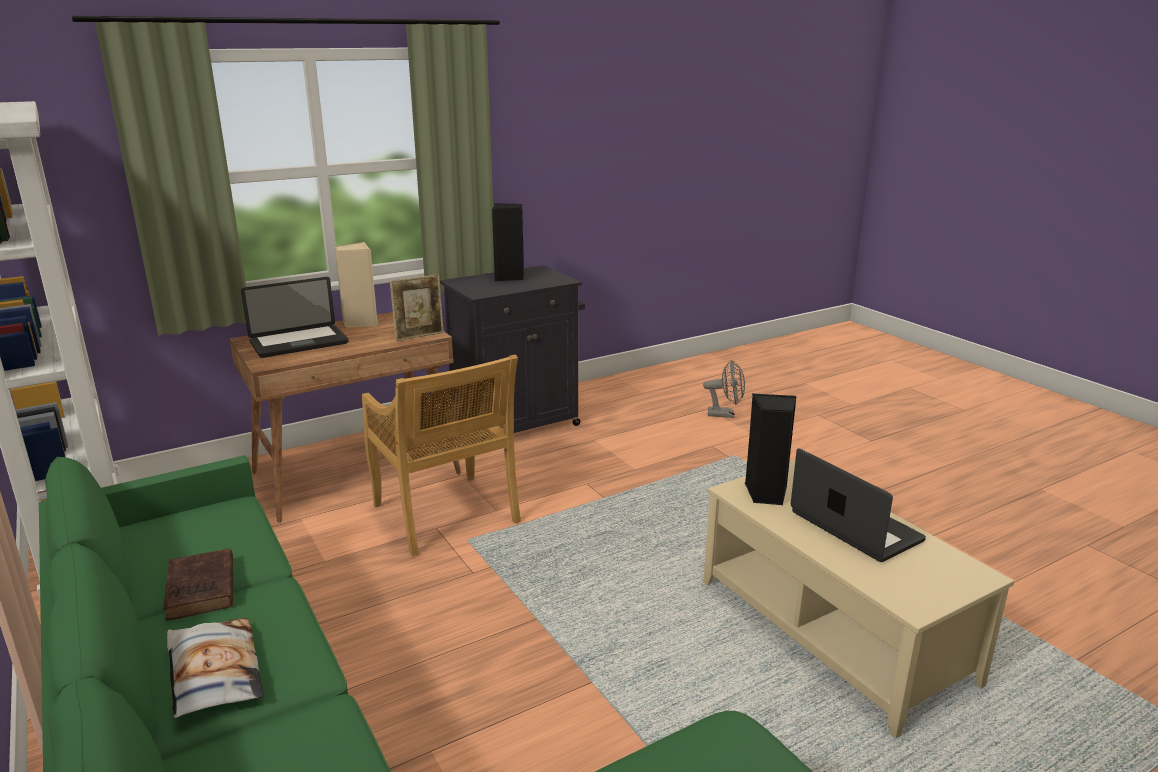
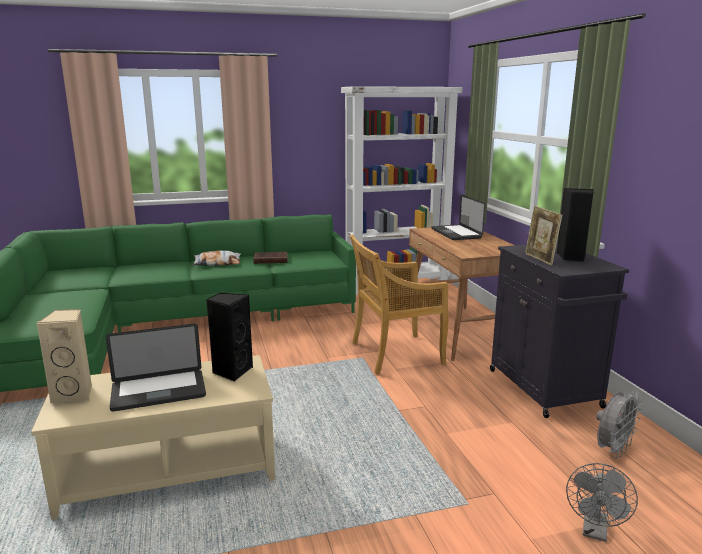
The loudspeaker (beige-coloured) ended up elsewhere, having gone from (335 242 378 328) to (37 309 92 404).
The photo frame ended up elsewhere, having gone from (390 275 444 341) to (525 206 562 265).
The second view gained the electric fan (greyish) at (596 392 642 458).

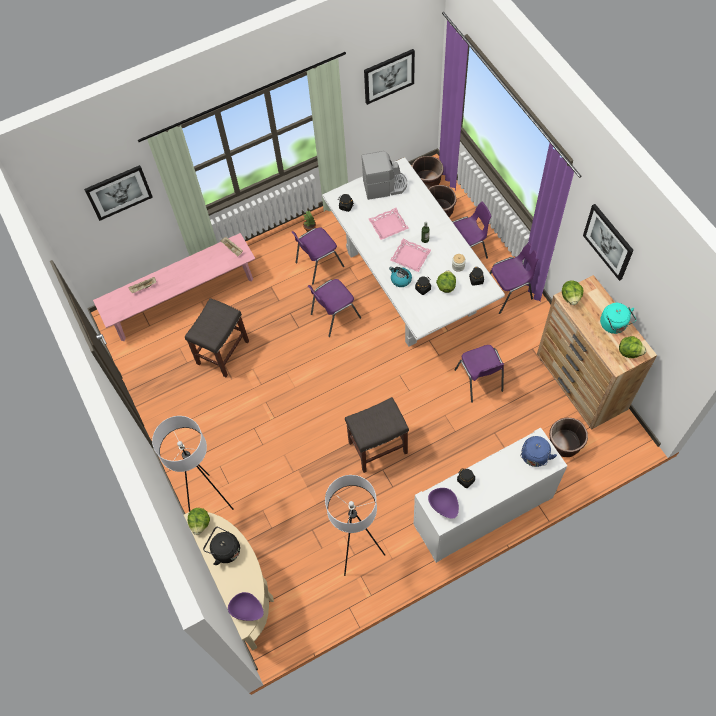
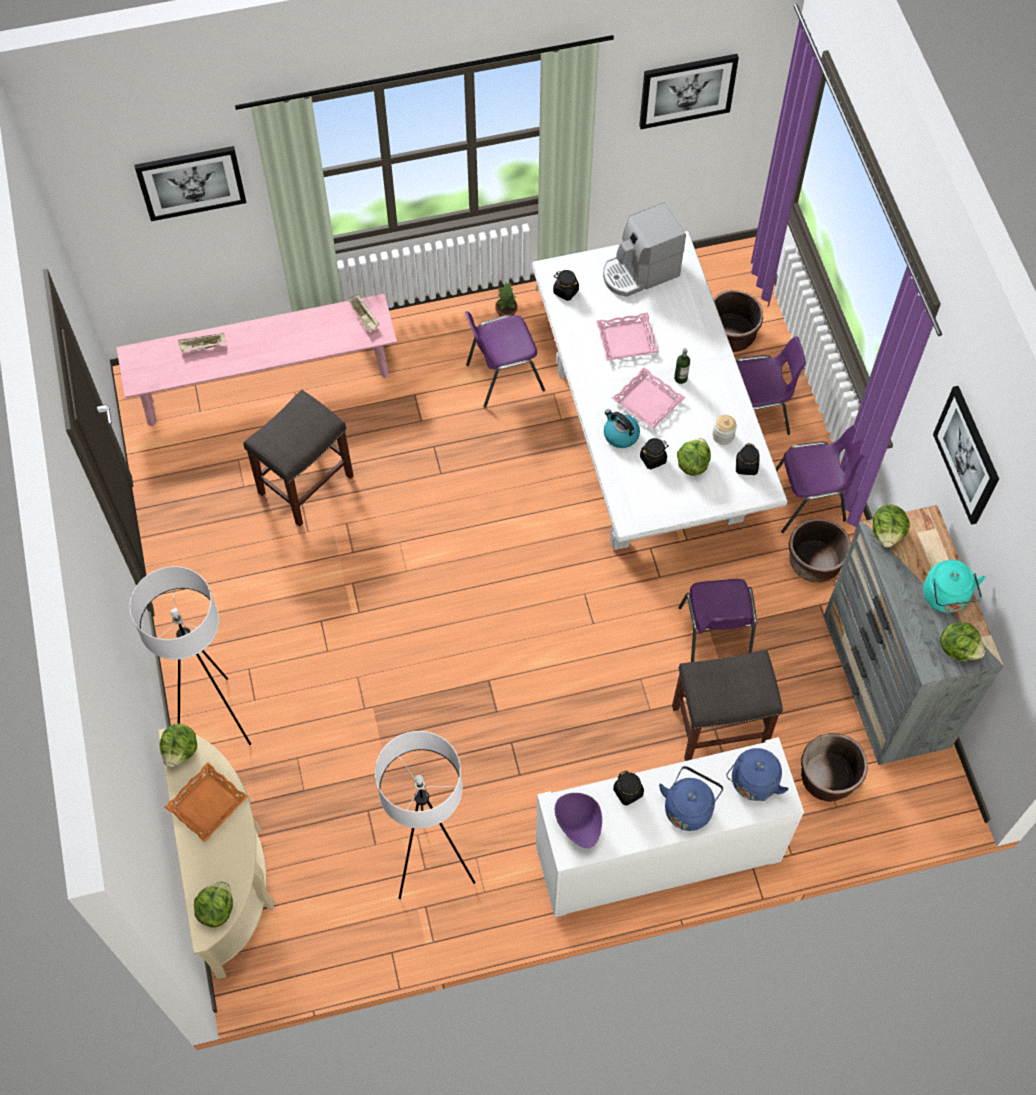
Where the kettle (black-coloured) stood at (203 526 240 565), the tray (orange) came to stand at (164 762 248 842).
Where the serving bowl (purple) stood at (228 592 264 621), the head of lettuce came to stand at (194 881 233 927).
The coffee machine at (362 151 407 200) ended up facing another way, 150 degrees clockwise from before.
The second view gained the kettle (blue-coloured) at (659 766 723 831).
The stool seat (greyish) ended up elsewhere, having gone from (345 397 409 473) to (672 650 783 761).
The flower pot (brownish) ended up elsewhere, having gone from (412 156 444 189) to (789 519 851 583).
What was the dresser (brownish) at (537 275 657 430) turned into the dresser (greyish) at (824 505 1004 765).
The second view lost the chair (purple) at (308 279 361 337).

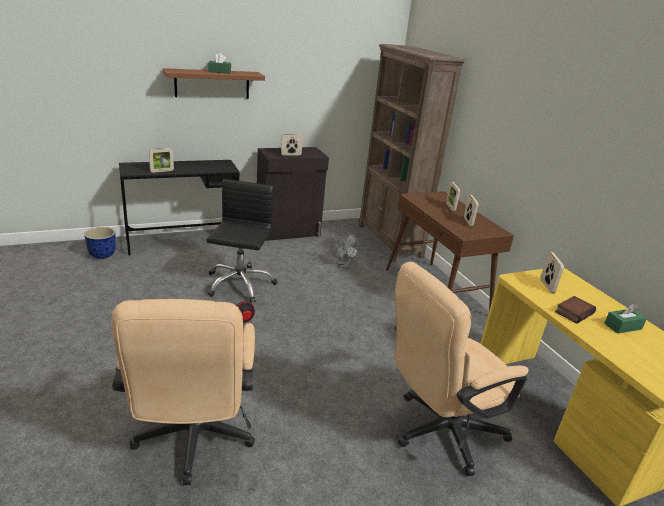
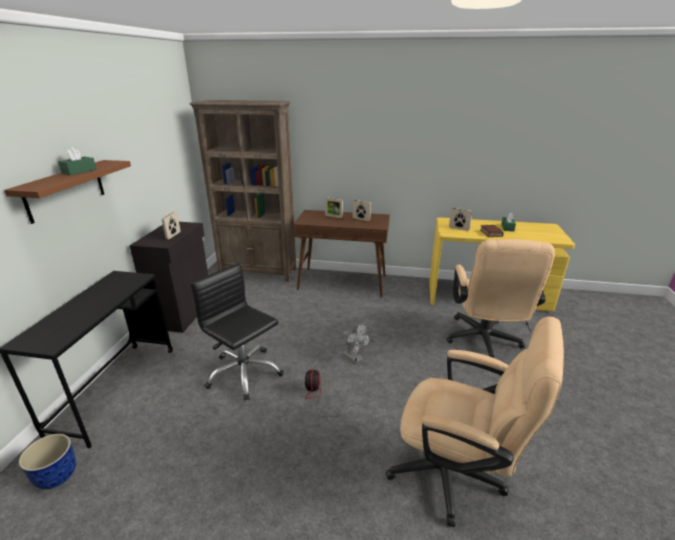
The electric fan (greyish) ended up elsewhere, having gone from (331 232 360 269) to (342 323 370 363).
The second view lost the photo frame at (149 148 174 173).

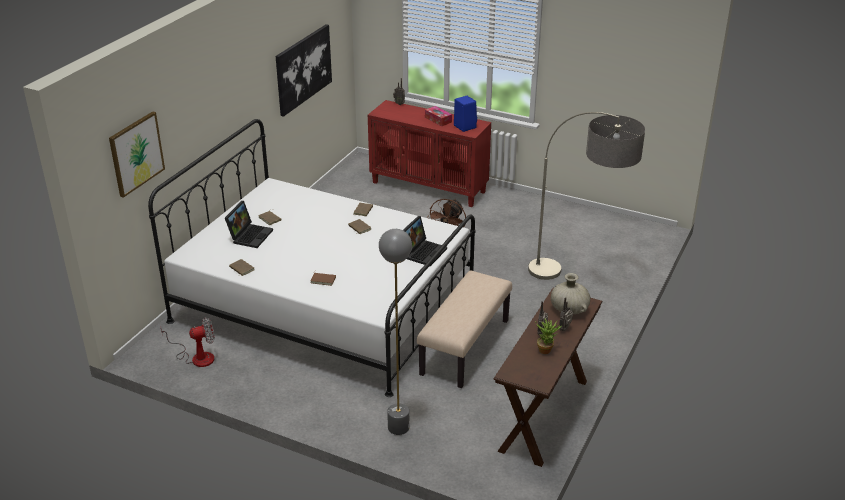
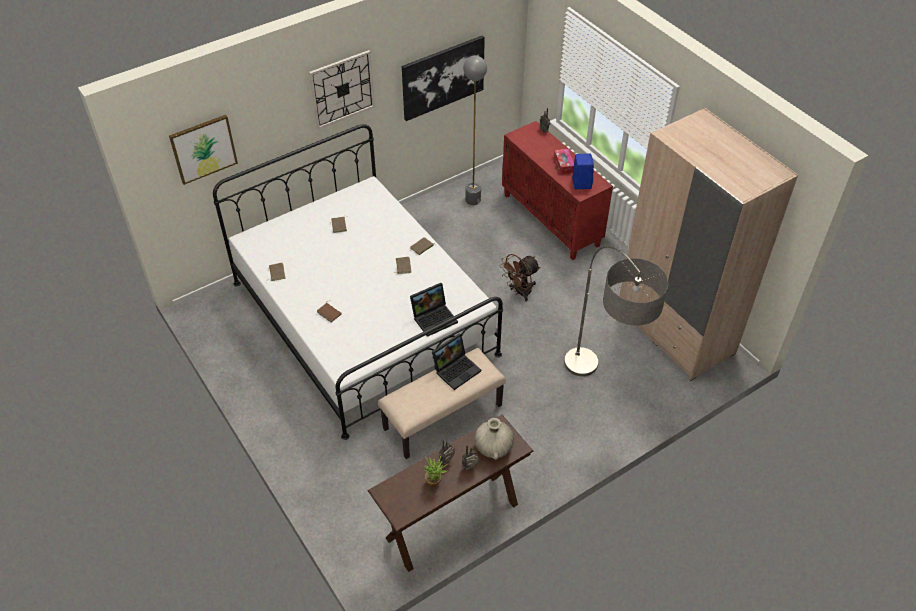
The second view gained the clock on the wall at (309 50 375 129).
The notebook computer ended up elsewhere, having gone from (225 201 273 248) to (432 333 481 390).
The standard lamp (greyish) ended up elsewhere, having gone from (379 229 412 435) to (463 56 487 205).
The second view gained the clothes cupboard (beige-coloured) at (620 107 798 381).
The second view lost the electric fan at (160 317 215 367).

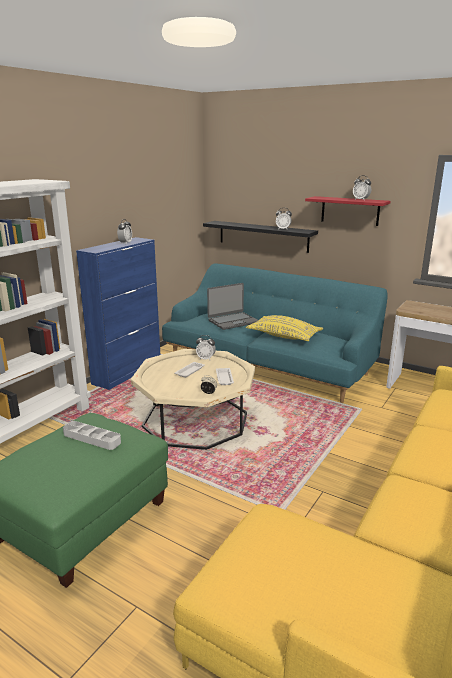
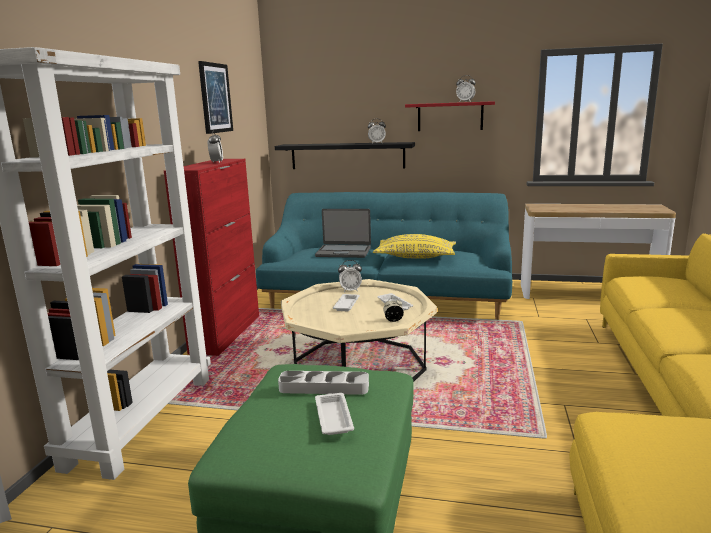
What was the storage cabinet (blue-coloured) at (76 237 160 390) turned into the storage cabinet (red) at (164 159 259 356).
The second view gained the wall art at (198 61 233 134).
The notebook computer at (207 283 258 330) ended up facing another way, 60 degrees clockwise from before.
The second view gained the tray (white) at (315 393 354 435).

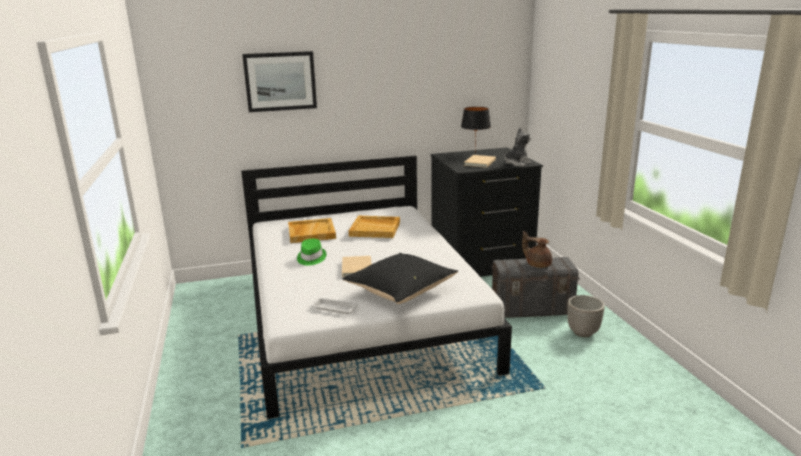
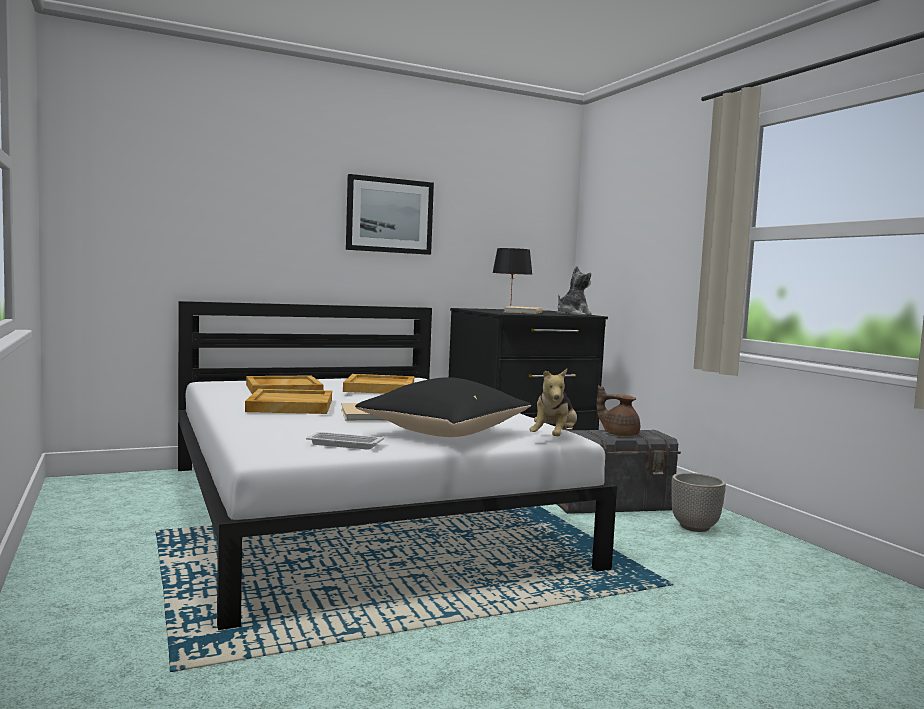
Where the clothing hat (green) stood at (297 239 326 266), the tray (beige-coloured) came to stand at (245 389 332 414).
The wall art ended up elsewhere, having gone from (242 51 317 112) to (346 174 434 255).
The second view gained the soft toy at (529 369 577 436).

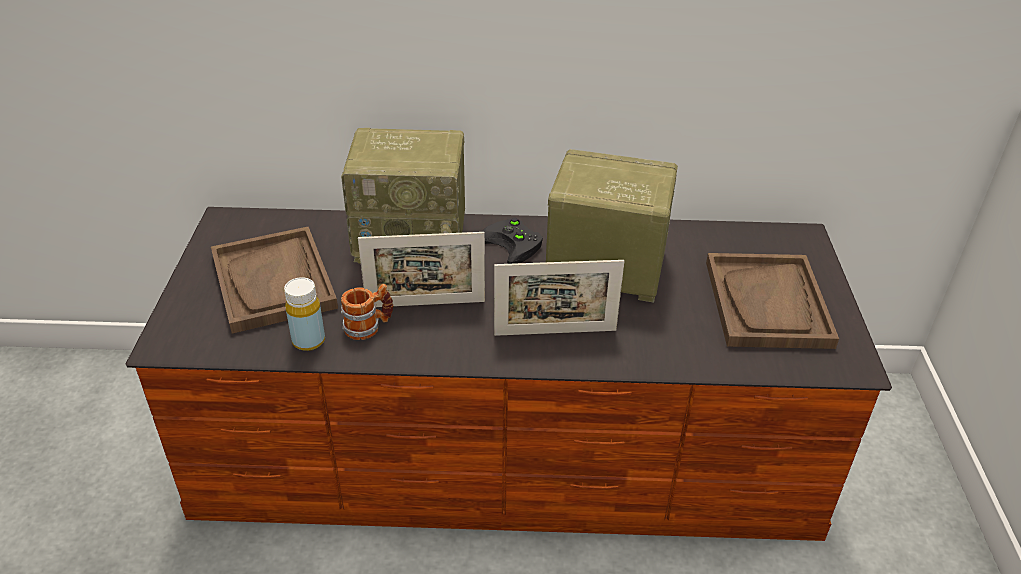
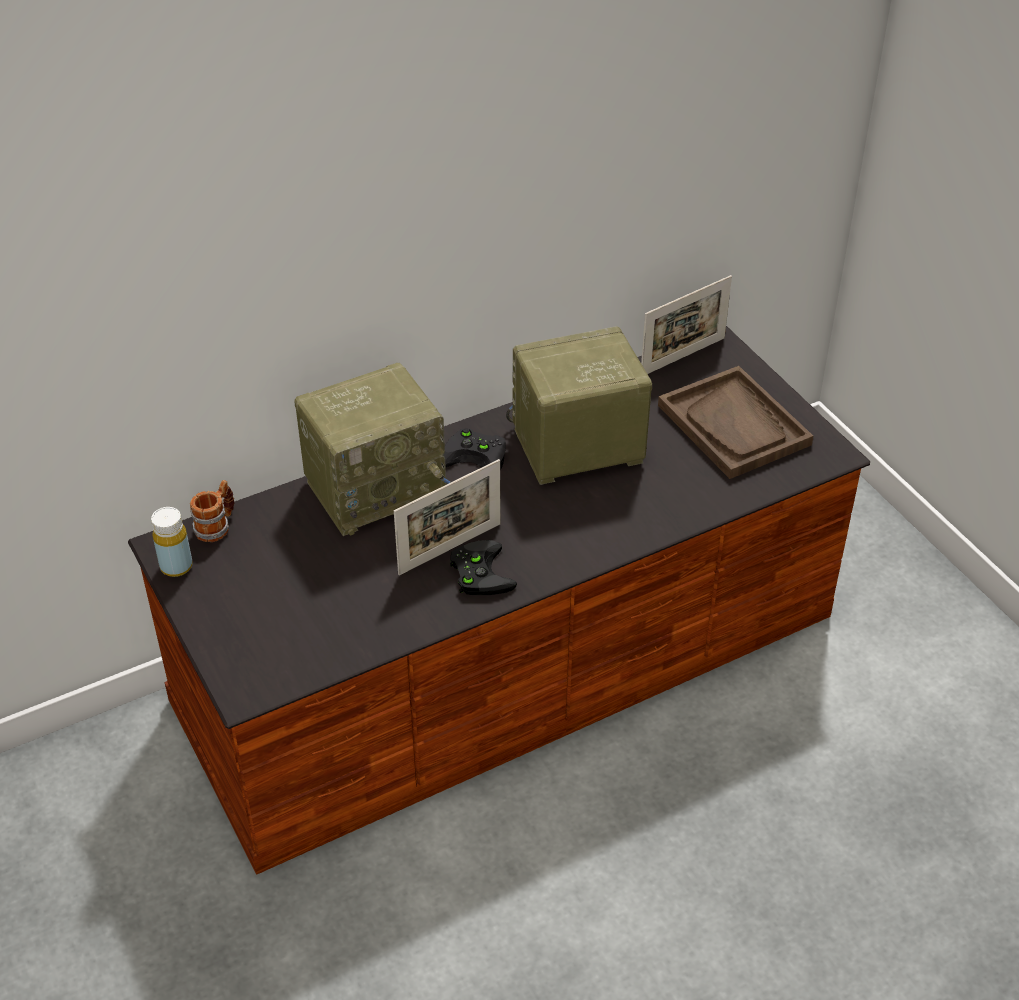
The bottle (yellowish) ended up elsewhere, having gone from (284 277 325 351) to (151 507 193 577).
The mug ended up elsewhere, having gone from (341 284 393 340) to (190 480 234 542).
The second view gained the game controller (black-coloured) at (450 540 517 595).
The photo frame ended up elsewhere, having gone from (494 260 624 336) to (641 275 732 374).
The second view lost the tray (brownish) at (211 227 338 334).

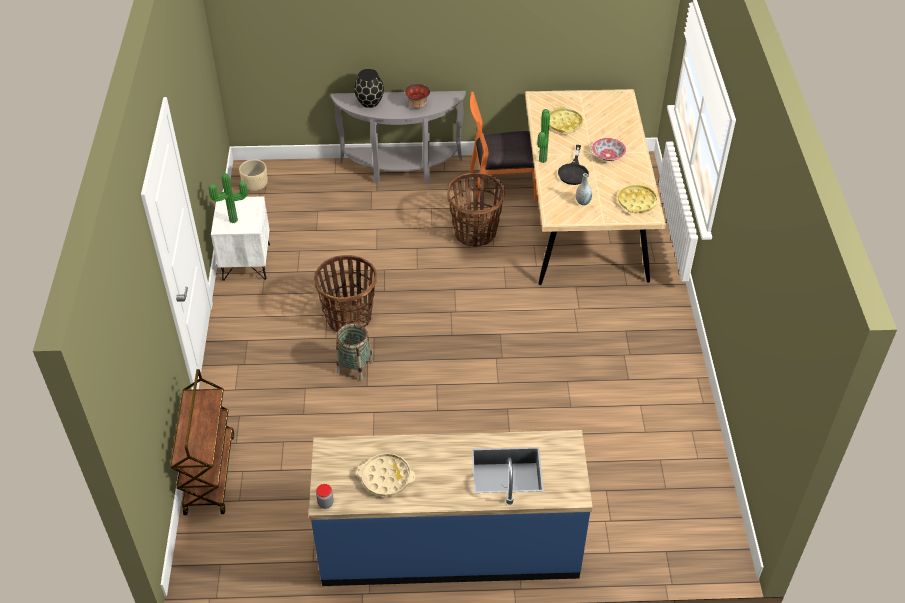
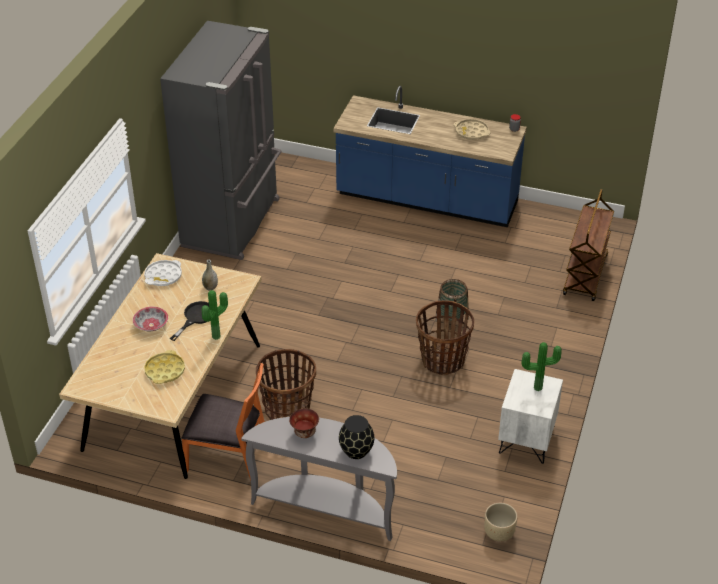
What was the tray (yellowish) at (618 183 658 213) turned into the tray (white) at (144 260 182 286).
The second view gained the fridge (greyish) at (160 21 282 260).

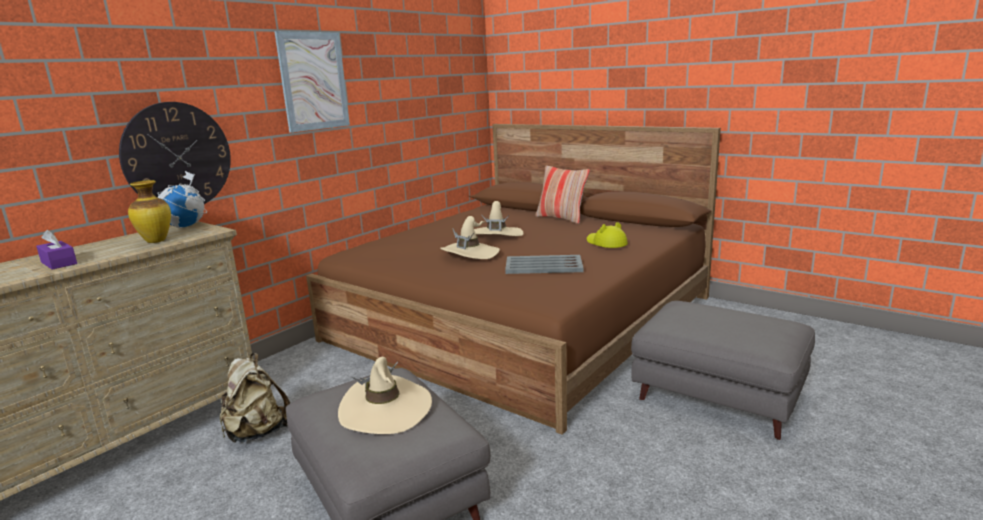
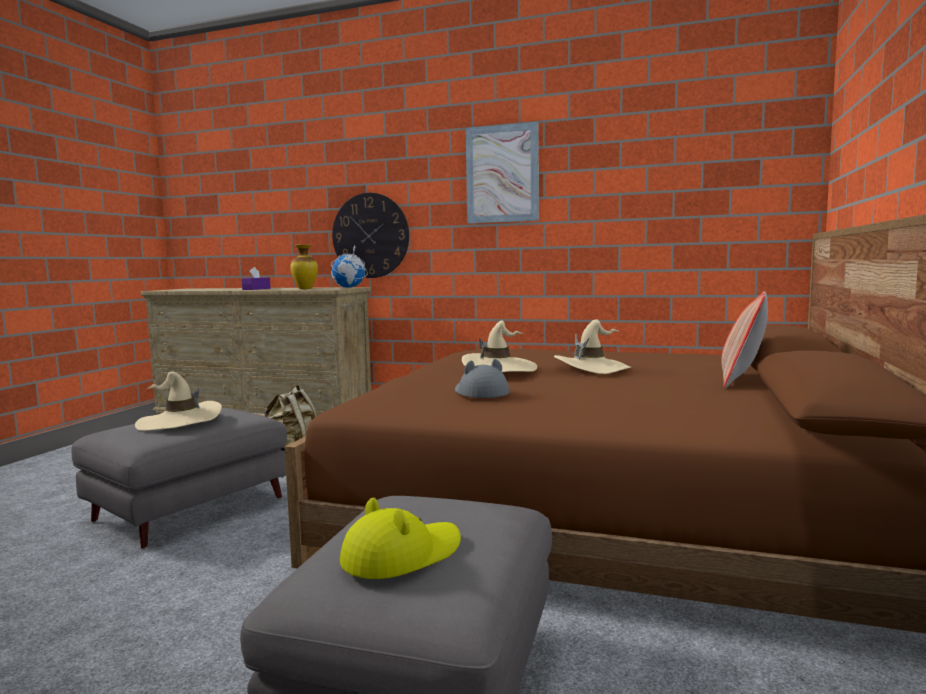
The clothing hat (yellowish) ended up elsewhere, having gone from (587 222 628 248) to (340 497 461 579).
Where the tray (greyish) stood at (505 255 584 274), the clothing hat (greyish) came to stand at (455 359 510 398).

